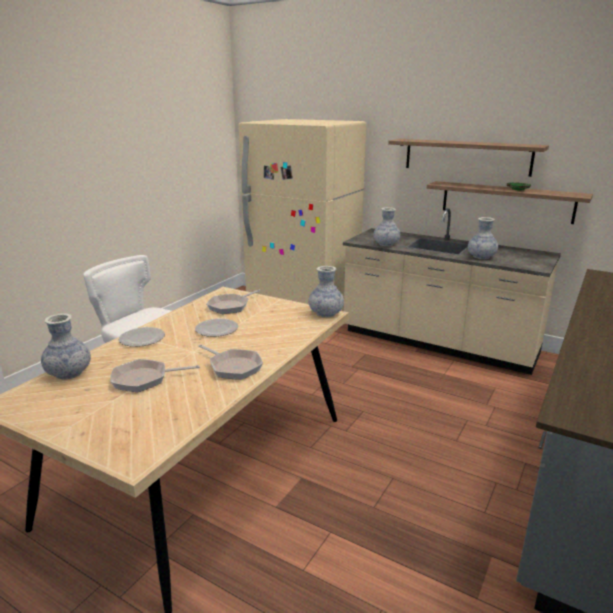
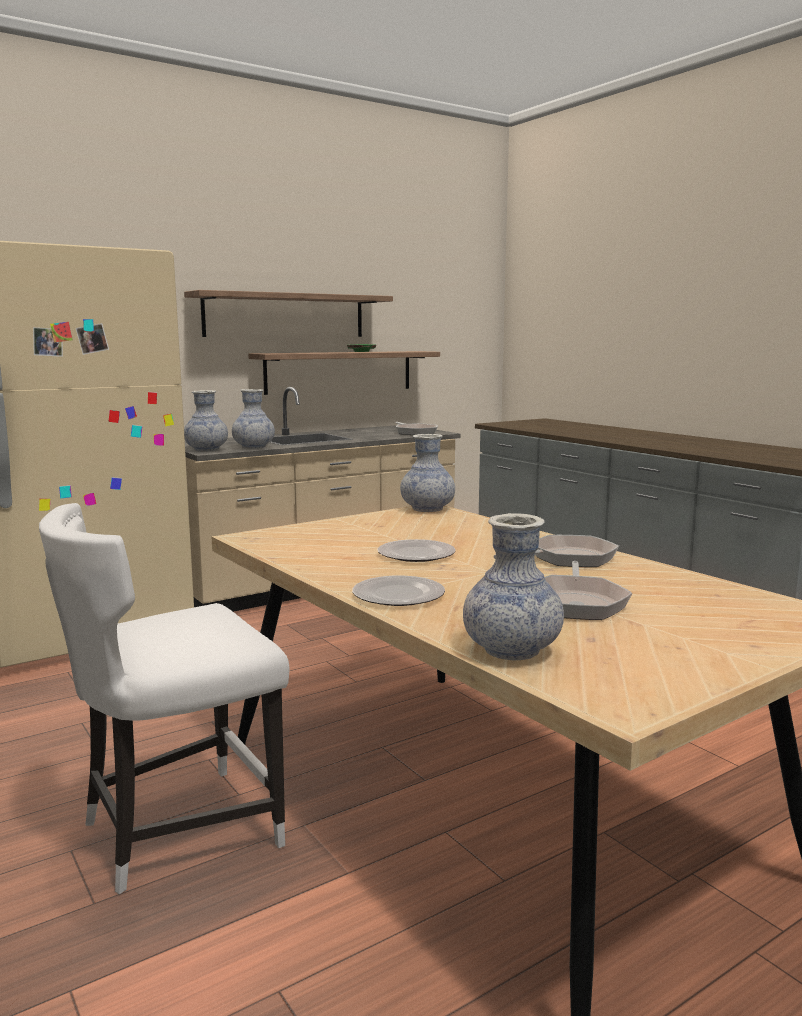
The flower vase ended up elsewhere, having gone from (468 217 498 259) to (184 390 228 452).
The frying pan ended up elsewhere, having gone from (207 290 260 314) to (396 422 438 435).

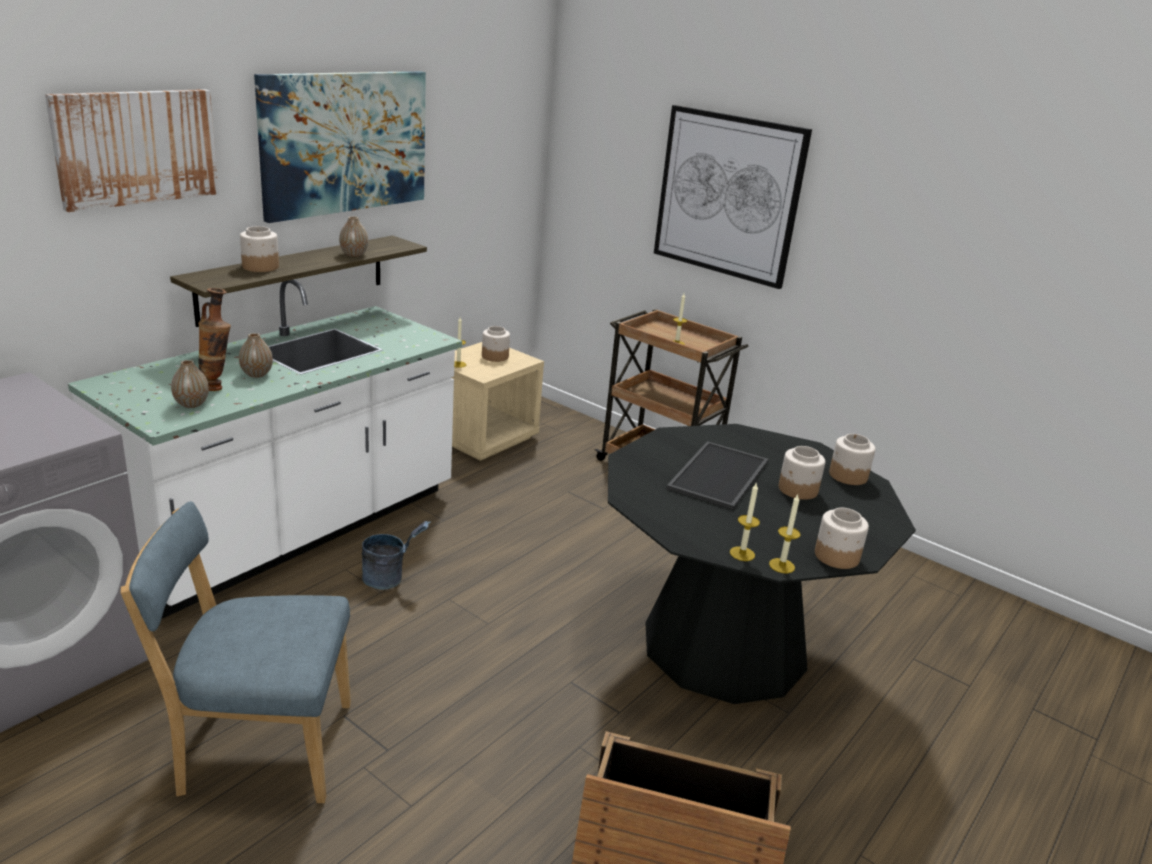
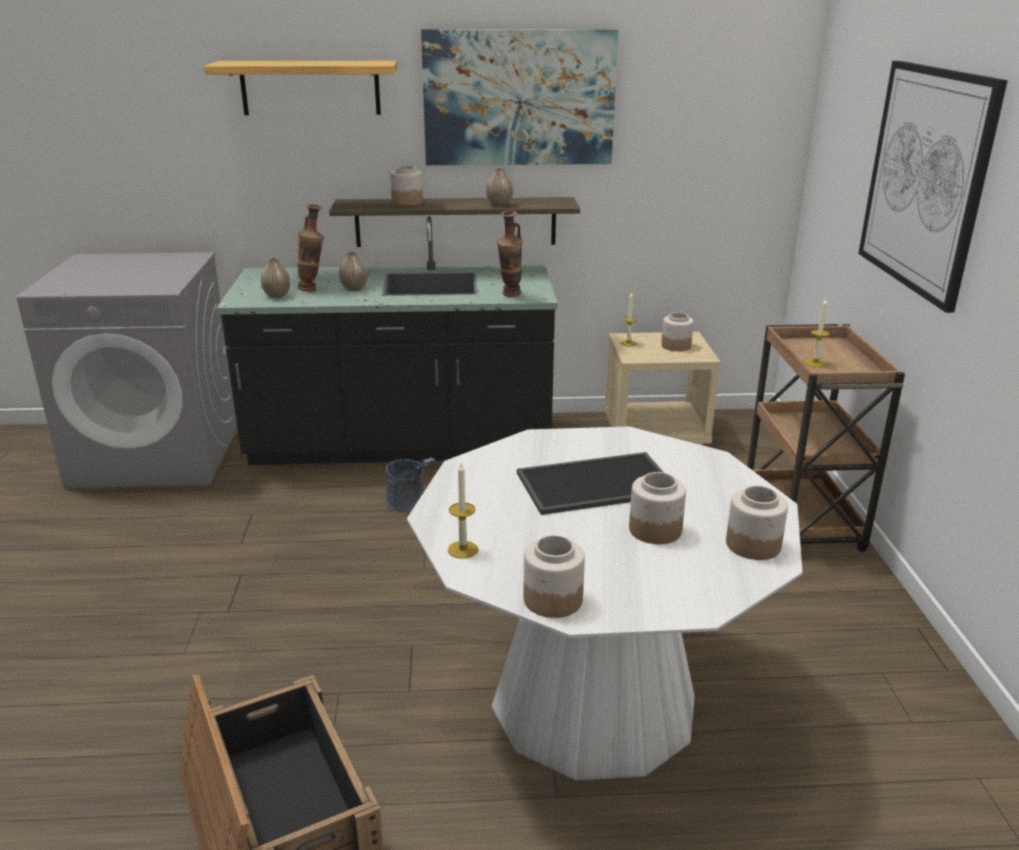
Where the wall art hung at (45 89 219 212), the wall shelf came to hang at (204 61 397 115).
What was the kitchen base unit (white) at (68 279 462 618) turned into the kitchen base unit (black-coloured) at (216 216 557 465).
What was the kitchen table (black-coloured) at (608 424 916 704) turned into the kitchen table (white) at (407 426 802 780).
The second view gained the flower vase at (497 210 523 297).
The second view lost the chair (blue-coloured) at (121 501 351 803).
The second view lost the wax candle at (769 494 801 573).

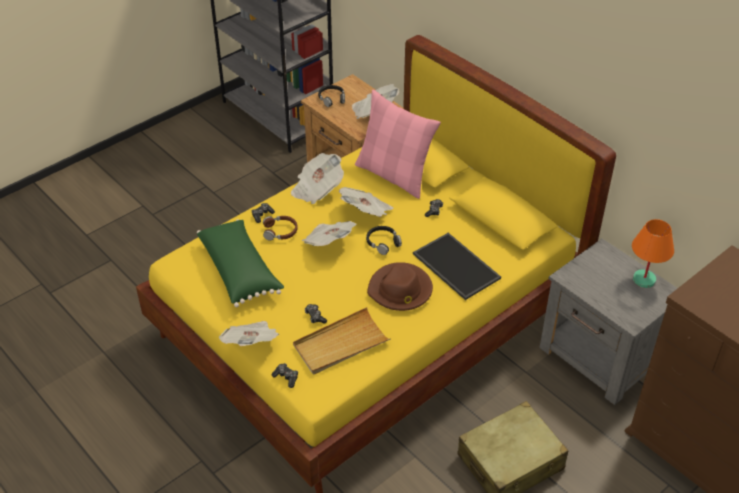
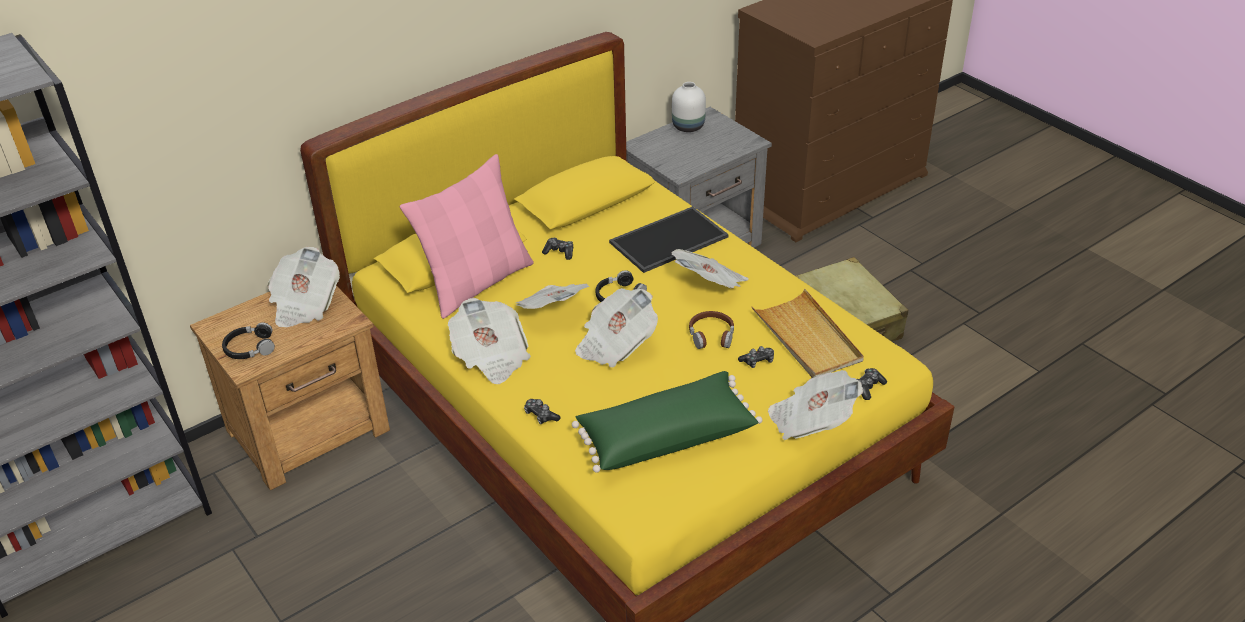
Where the clothing hat (brownish) stood at (367 262 433 311), the daily paper came to stand at (671 249 749 289).
Where the table lamp (orange) stood at (632 219 674 288), the flower vase (white) came to stand at (672 82 706 132).
The pair of headphones (brownish) ended up elsewhere, having gone from (263 216 298 240) to (689 311 734 349).

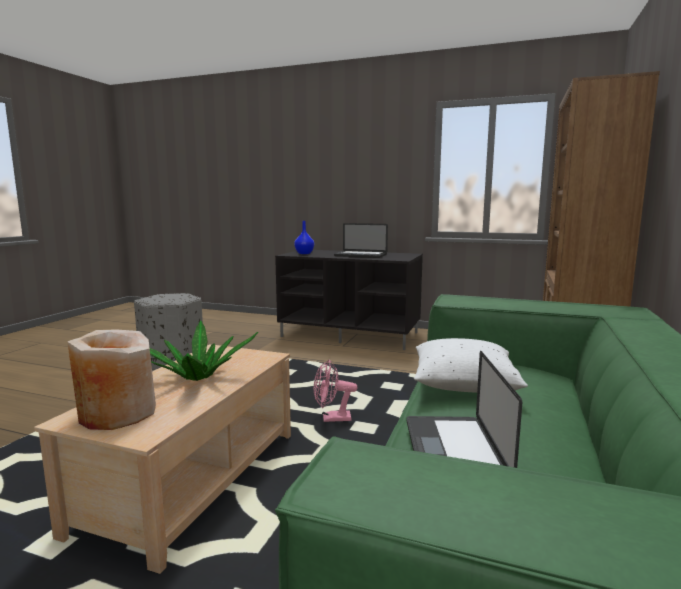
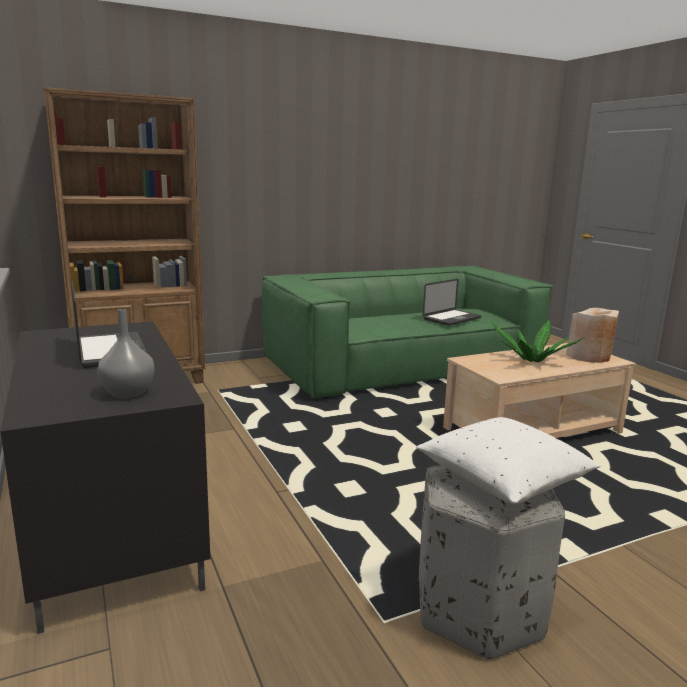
What was the flower vase (blue-coloured) at (294 221 314 254) turned into the flower vase (greyish) at (98 309 154 398).
The cushion (white) ended up elsewhere, having gone from (414 338 528 393) to (416 417 600 504).
The second view lost the electric fan (pink-coloured) at (314 360 358 422).

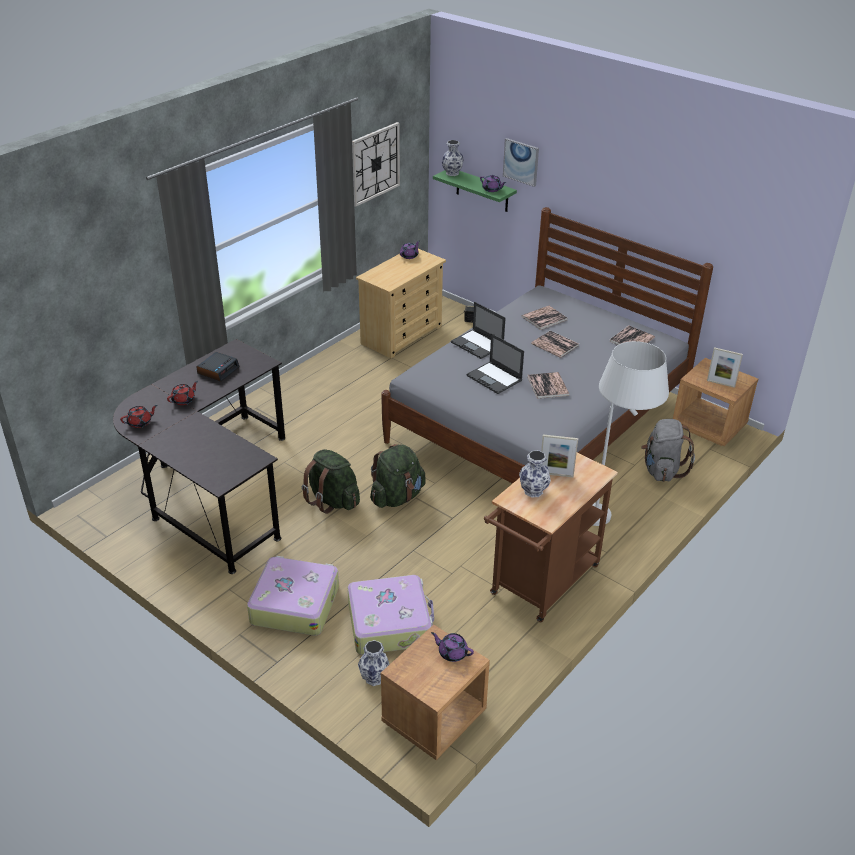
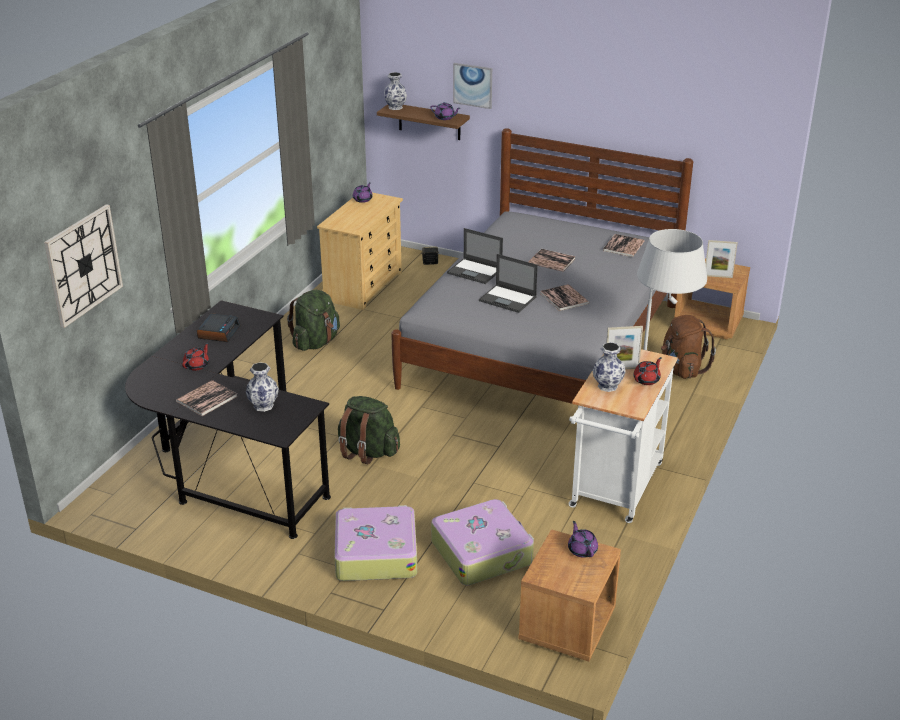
The clock on the wall ended up elsewhere, having gone from (352 122 400 207) to (44 204 123 328).
The book ended up elsewhere, having gone from (522 306 567 330) to (176 380 238 416).
The flower vase ended up elsewhere, having gone from (358 640 390 686) to (246 362 279 412).
The rucksack (green) ended up elsewhere, having gone from (370 444 426 508) to (287 290 340 351).
What was the wall shelf (green) at (433 170 517 212) turned into the wall shelf (brownish) at (377 104 470 140).
What was the wheeled cart (brownish) at (484 453 618 623) turned into the wheeled cart (white) at (568 349 678 523).
The tea pot (purple) at (431 632 474 662) ended up facing another way, 60 degrees clockwise from before.
The tea pot (red) ended up elsewhere, having gone from (120 405 157 428) to (633 357 661 385).
What was the rucksack (greyish) at (641 419 695 481) turned into the rucksack (brownish) at (661 315 716 379).

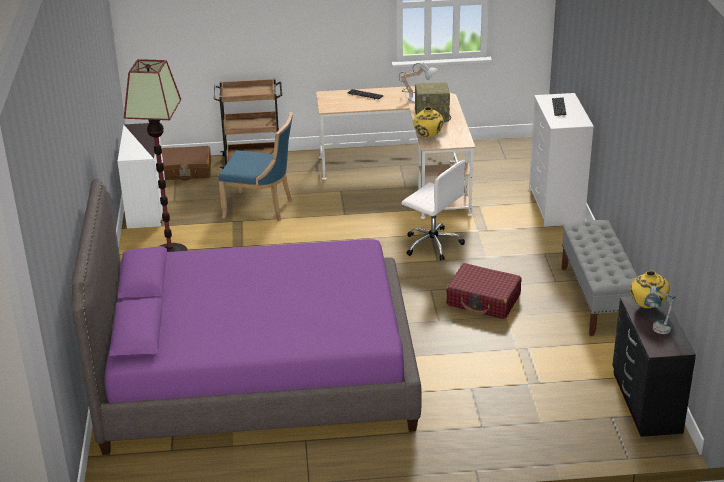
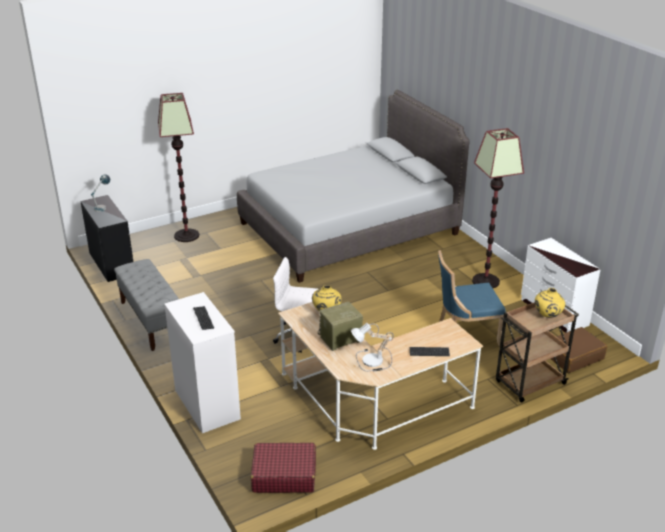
The second view gained the standard lamp at (158 93 199 242).
What was the bedroom bed (purple) at (71 179 422 455) turned into the bedroom bed (greyish) at (237 90 470 283).
The piece of luggage (red) ended up elsewhere, having gone from (446 263 522 319) to (251 443 316 493).
The flower vase (yellowish) ended up elsewhere, having gone from (630 271 669 308) to (535 288 565 318).

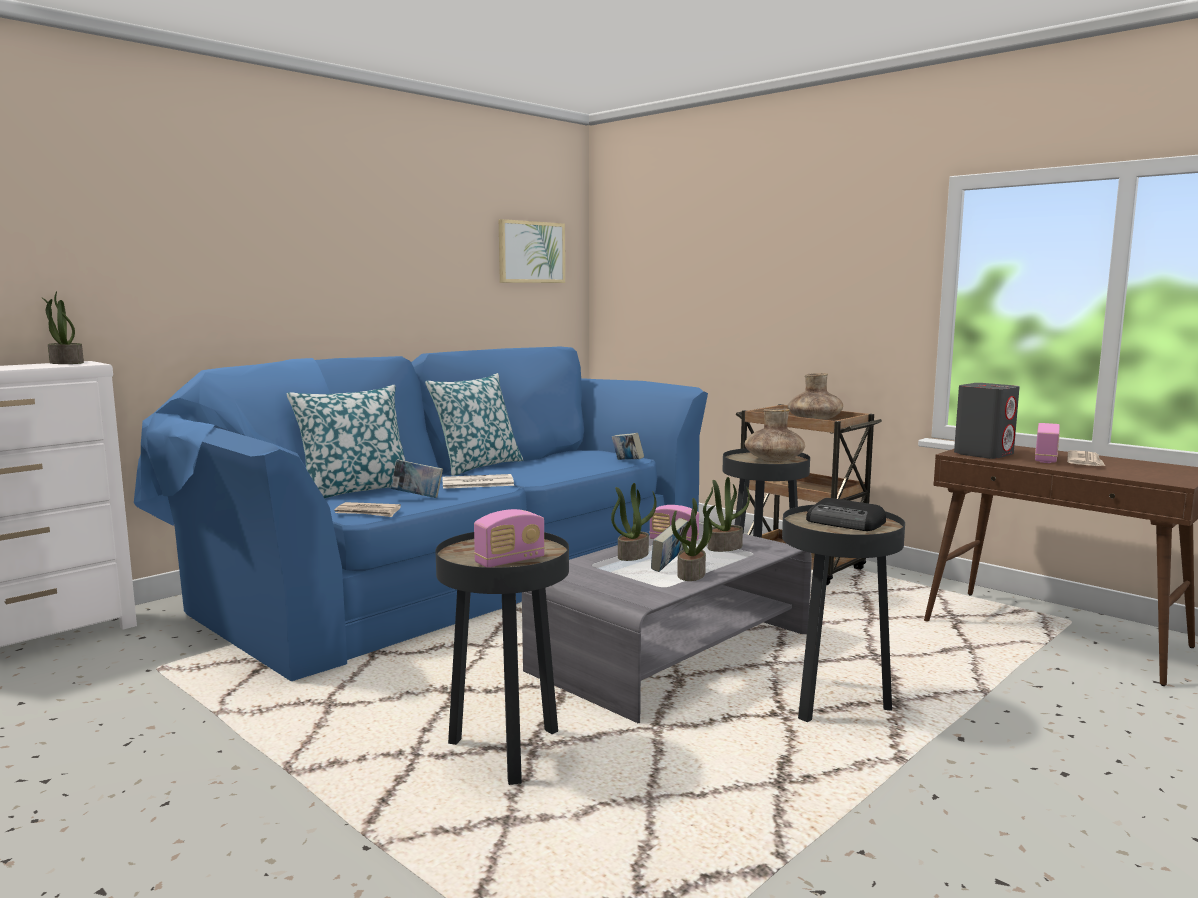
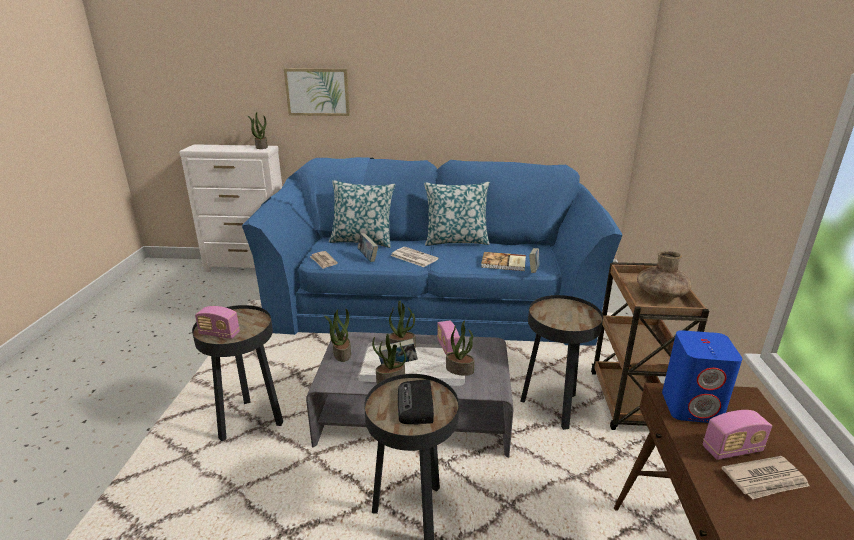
The wall art ended up elsewhere, having gone from (499 219 565 283) to (284 68 350 116).
The second view gained the plant in a pot at (324 309 351 362).
The second view gained the book at (481 252 526 271).
What was the loudspeaker (greyish) at (954 383 1020 459) turned into the loudspeaker (blue-coloured) at (662 330 742 423).
The second view lost the flower vase (brownish) at (745 409 805 463).

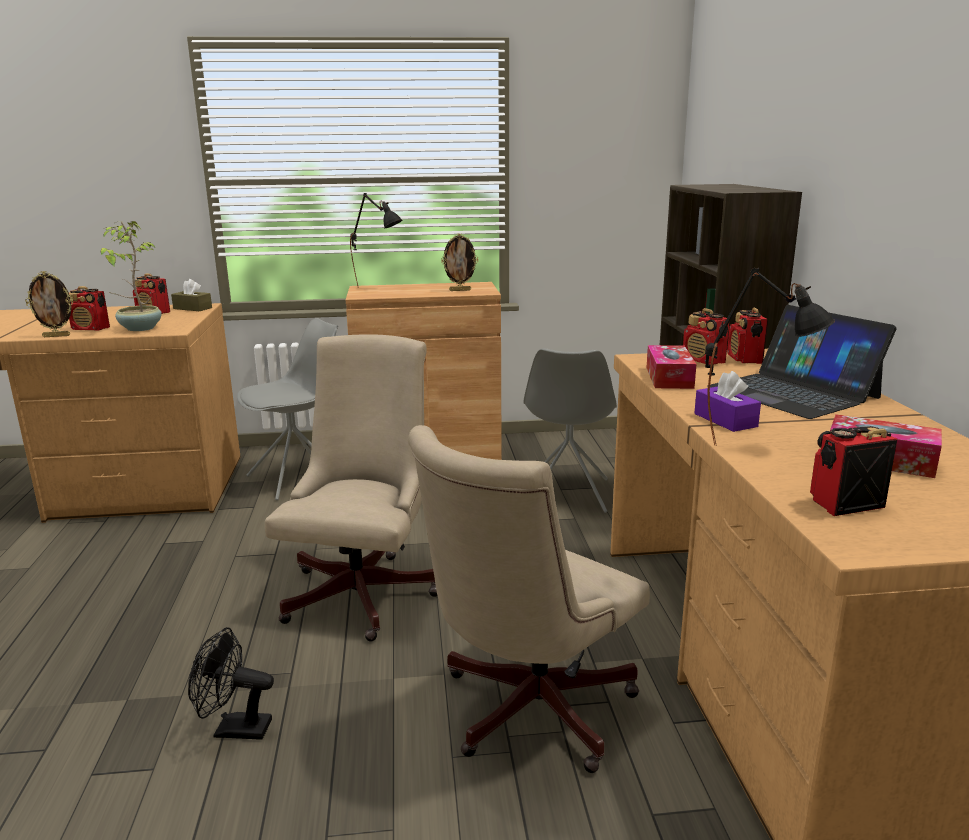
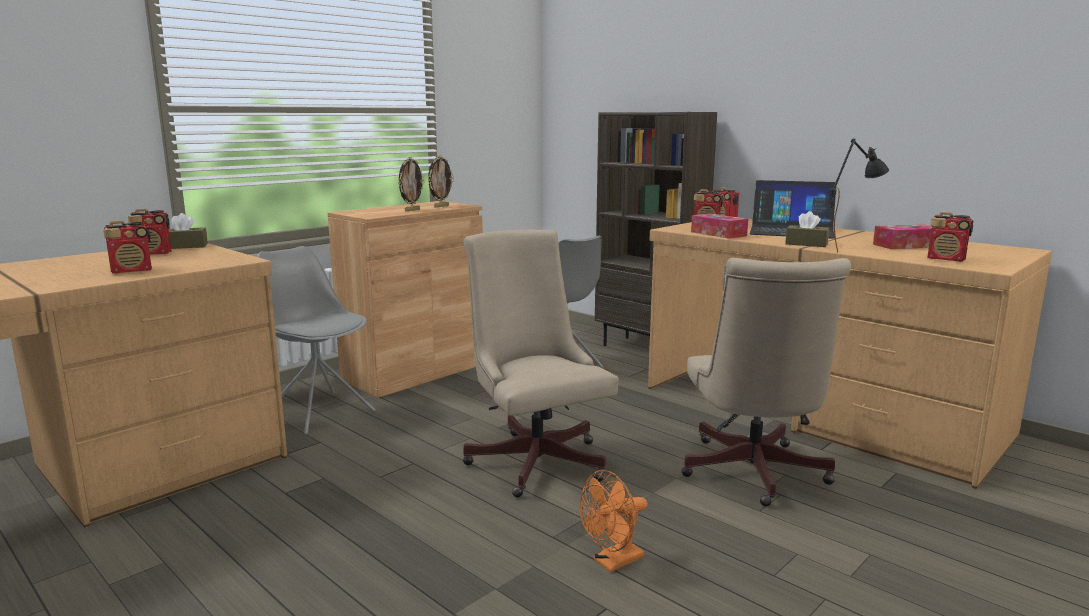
The chair (greyish) at (237 318 338 501) ended up facing another way, 60 degrees counterclockwise from before.
The photo frame ended up elsewhere, having gone from (25 271 73 337) to (398 157 425 211).
What was the electric fan (black-coloured) at (188 627 274 740) turned into the electric fan (orange) at (579 470 647 572).
What was the tissue holder (purple) at (694 371 761 432) turned into the tissue holder (brownish) at (785 211 829 247).
The radio at (810 426 897 516) ended up facing another way, 90 degrees counterclockwise from before.
The second view lost the plant in a pot at (101 221 162 331).
The second view lost the table lamp (black-coloured) at (350 193 402 288).

